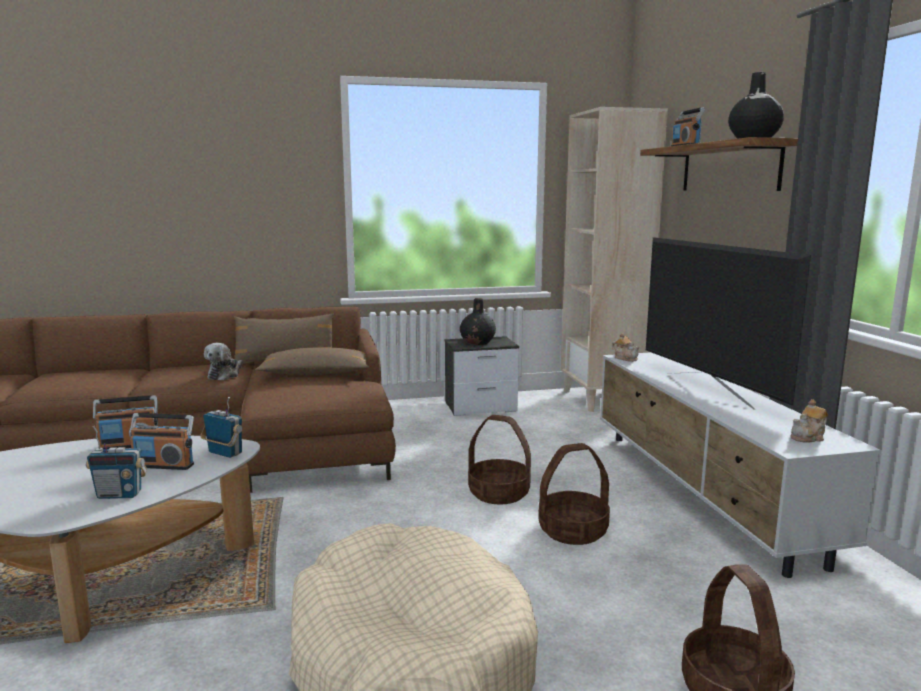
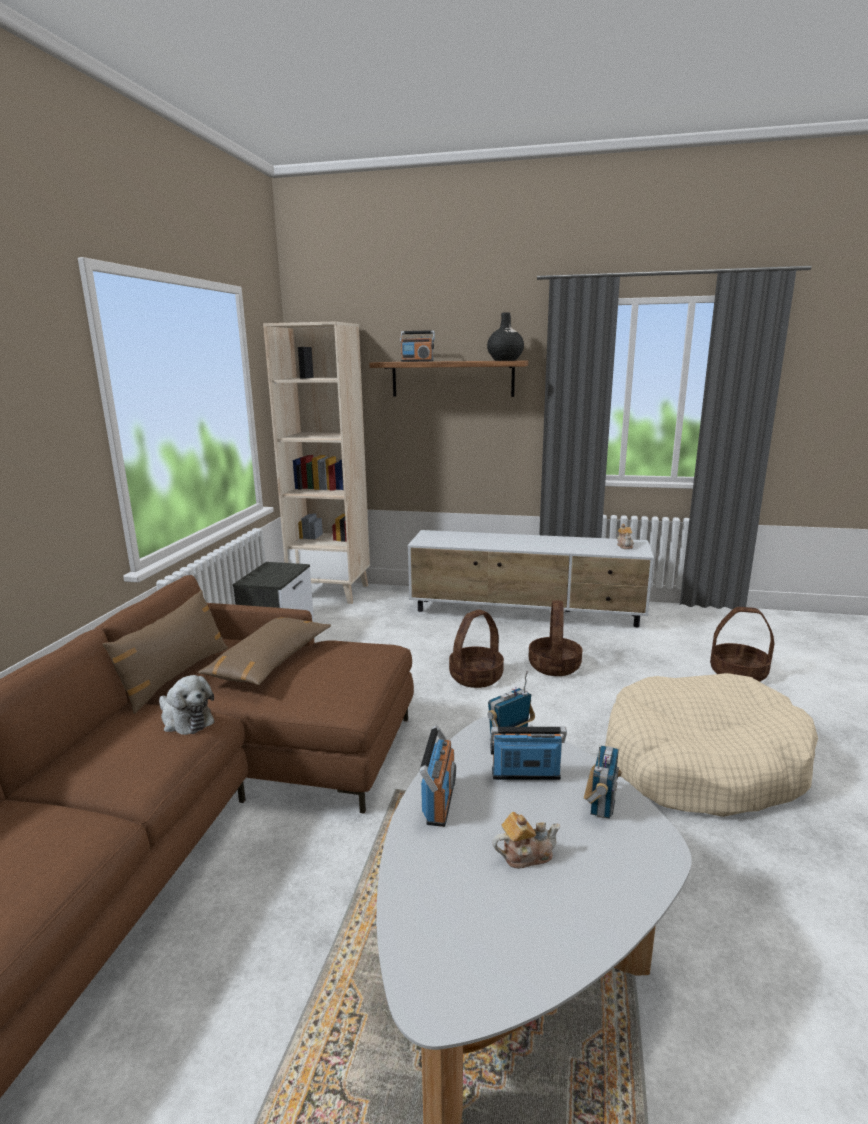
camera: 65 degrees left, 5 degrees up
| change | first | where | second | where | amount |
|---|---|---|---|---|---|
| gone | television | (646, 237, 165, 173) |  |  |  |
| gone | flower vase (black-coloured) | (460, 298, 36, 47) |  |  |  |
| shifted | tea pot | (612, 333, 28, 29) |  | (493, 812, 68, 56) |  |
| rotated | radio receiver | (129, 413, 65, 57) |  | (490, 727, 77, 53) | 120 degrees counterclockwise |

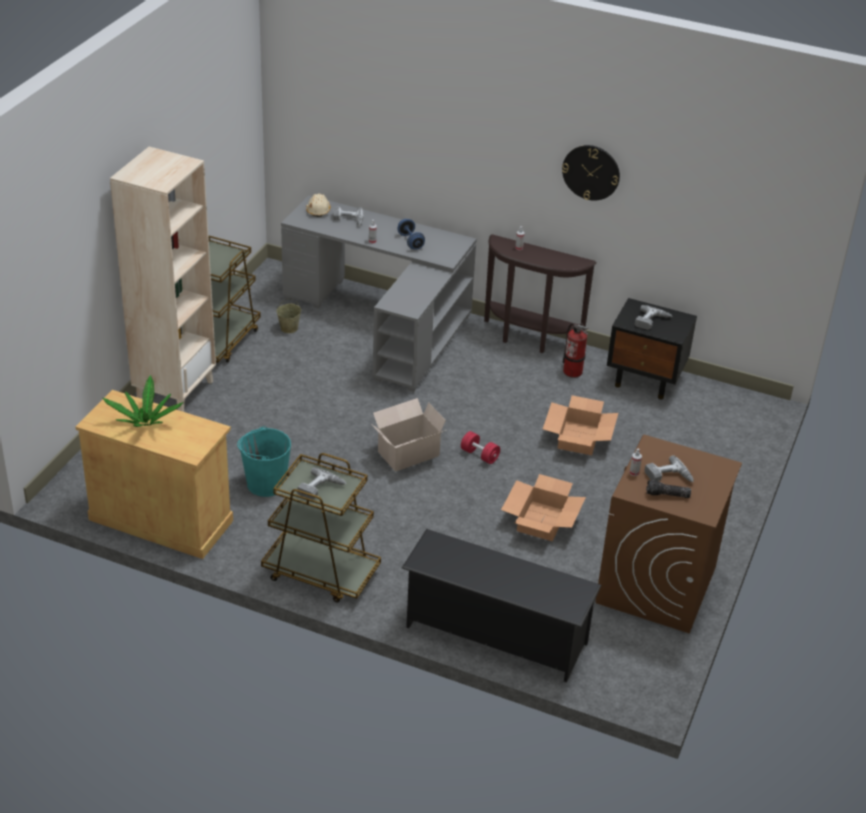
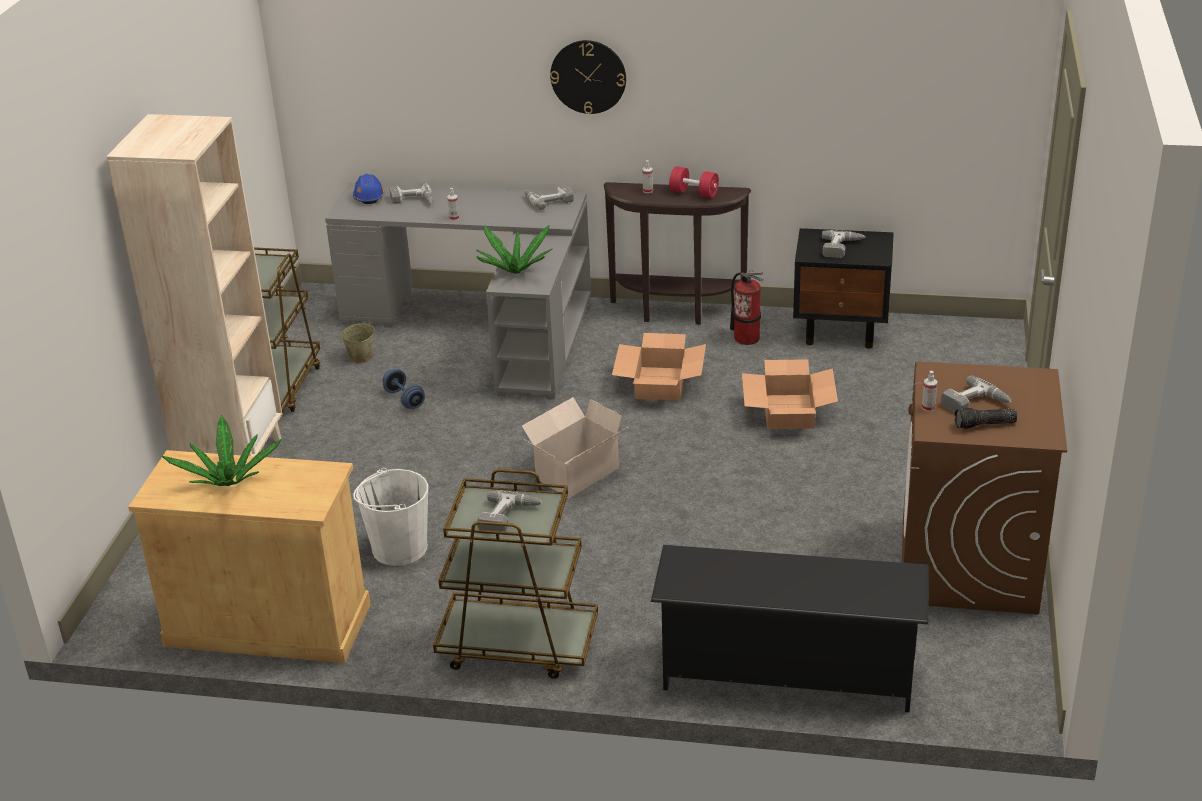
camera: 10 degrees left, 5 degrees down
| change | first | where | second | where | amount |
|---|---|---|---|---|---|
| shifted | wall clock | (562, 145, 58, 56) |  | (550, 40, 76, 74) |  |
| repainted | hard hat (beige-coloured) | (306, 193, 24, 24) | hard hat (blue-coloured) | (353, 174, 32, 30) |  |
| shifted | free weight (blue-coloured) | (397, 219, 28, 31) |  | (383, 369, 42, 40) |  |
| repainted | water bucket (turquoise-coloured) | (237, 426, 54, 71) | water bucket (white-coloured) | (353, 468, 75, 98) |  |
| shifted | free weight (reddish) | (461, 431, 39, 33) |  | (669, 166, 50, 32) |  |
| shifted | carton | (501, 474, 85, 67) |  | (612, 333, 94, 67) |  |
| new |  |  | power drill | (524, 185, 50, 25) |  |
| new |  |  | houseplant | (476, 225, 76, 49) |  |

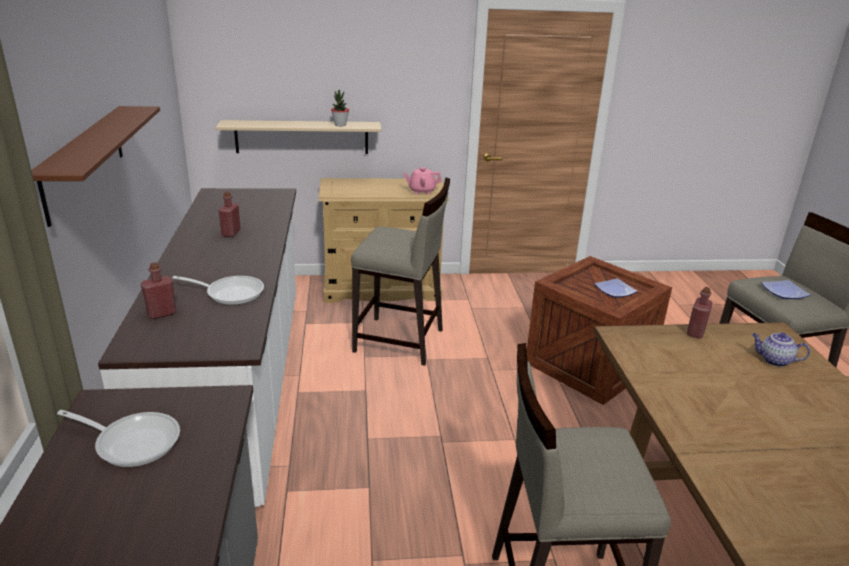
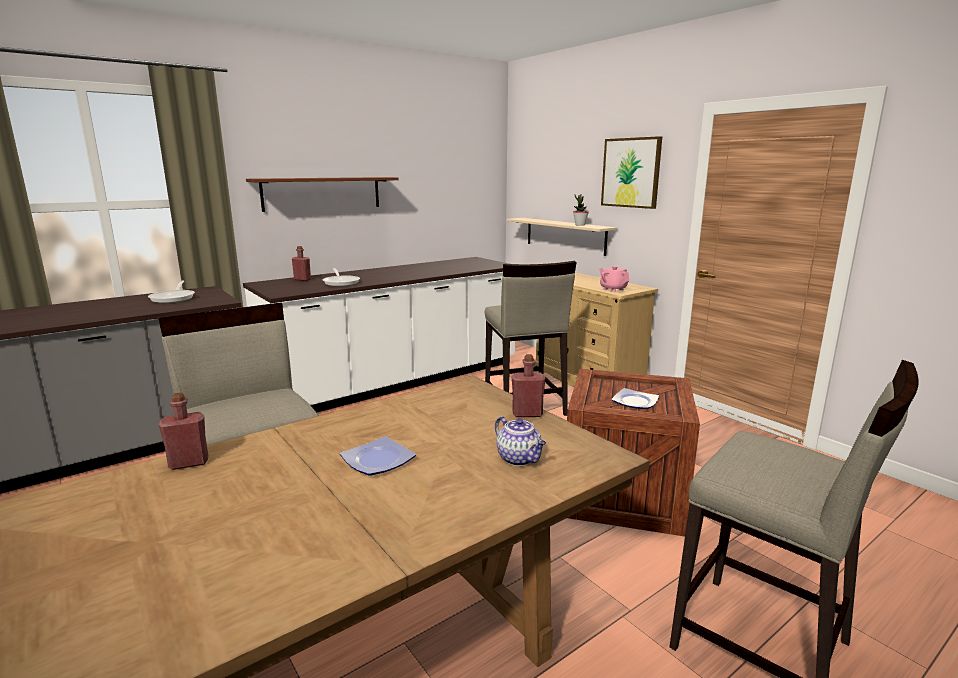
camera: 60 degrees right, 10 degrees down
| change | first | where | second | where | amount |
|---|---|---|---|---|---|
| shifted | drink bottle (reddish) | (219, 191, 22, 46) |  | (159, 392, 49, 78) |  |
| shifted | dinner plate | (761, 280, 50, 19) |  | (340, 436, 76, 40) |  |
| rotated | tea pot | (752, 333, 58, 34) |  | (495, 416, 51, 50) | 150 degrees clockwise |
| new |  |  | picture | (601, 136, 61, 73) |  |

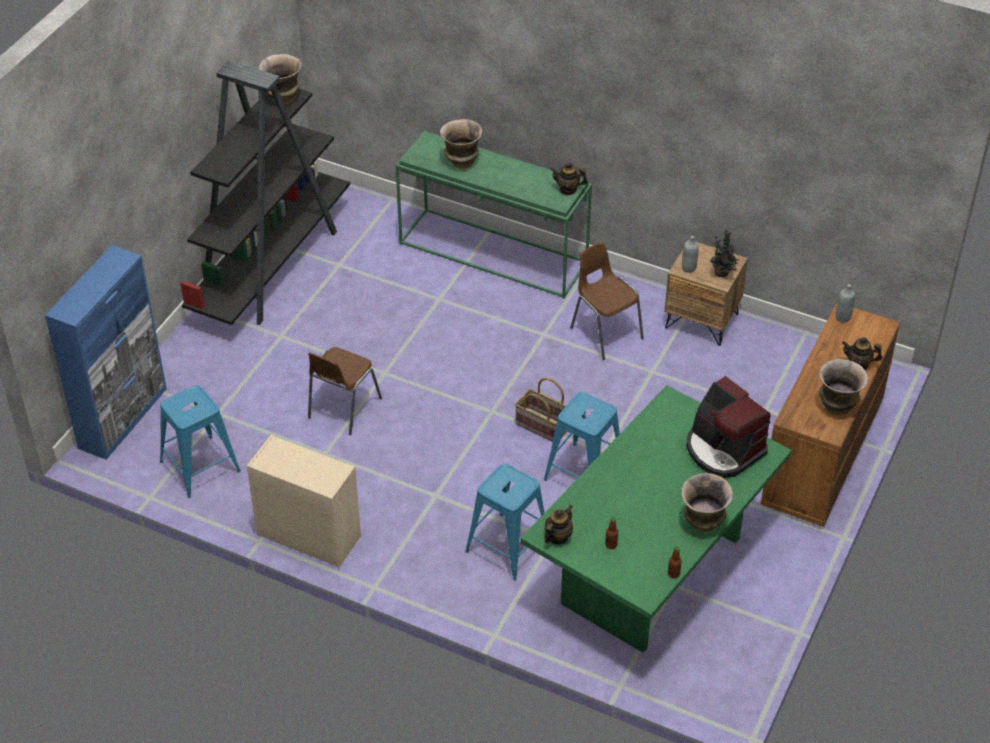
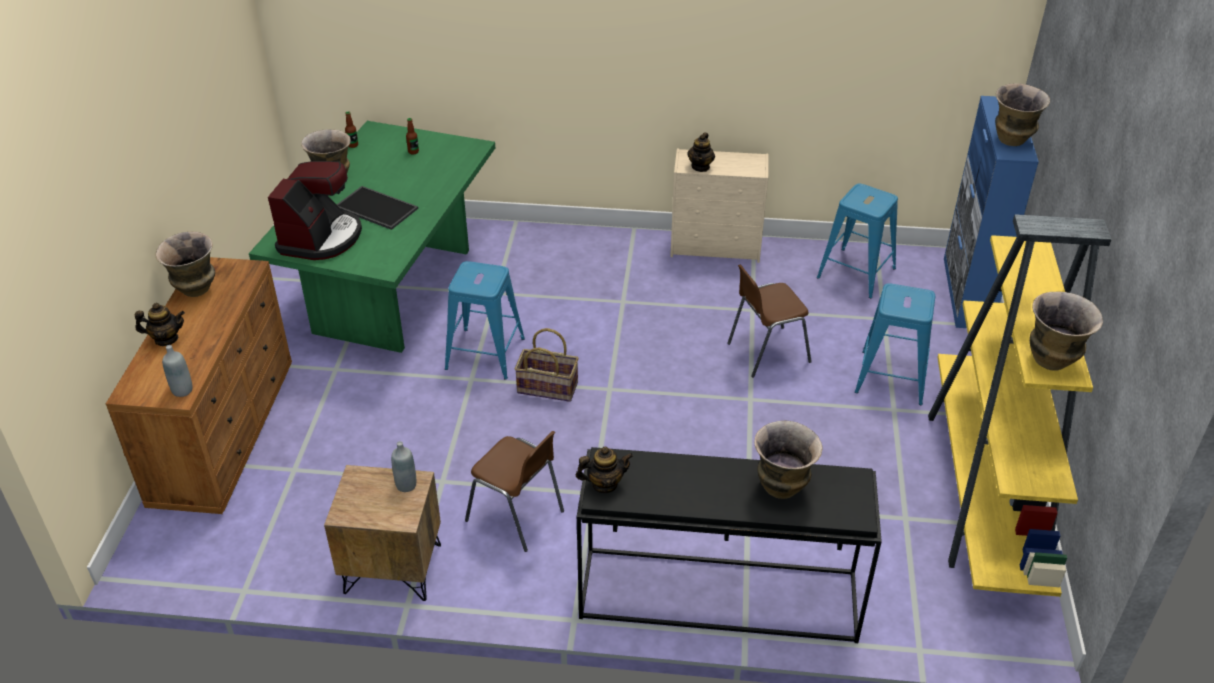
camera: 160 degrees right, 5 degrees down
| change | first | where | second | where | amount |
|---|---|---|---|---|---|
| repainted | bookcase (black-coloured) | (181, 60, 169, 265) | bookcase (yellowish) | (928, 214, 184, 383) |  |
| repainted | narrow table (green-coloured) | (395, 131, 197, 168) | narrow table (black-coloured) | (577, 447, 305, 196) |  |
| gone | houseplant | (710, 229, 29, 48) |  |  |  |
| rotated | upright chair (brown) | (308, 347, 74, 88) |  | (727, 264, 85, 113) | 120 degrees counterclockwise |
| rotated | coffee brewer | (686, 376, 85, 102) |  | (268, 161, 94, 99) | 75 degrees clockwise |
| shifted | stool (blue-coloured) | (465, 463, 80, 118) |  | (855, 283, 80, 122) |  |
| shifted | tea pot | (545, 505, 28, 39) |  | (687, 133, 28, 39) |  |
| new |  |  | flower vase | (995, 83, 55, 63) |  |
| new |  |  | tray | (337, 186, 81, 44) |  |

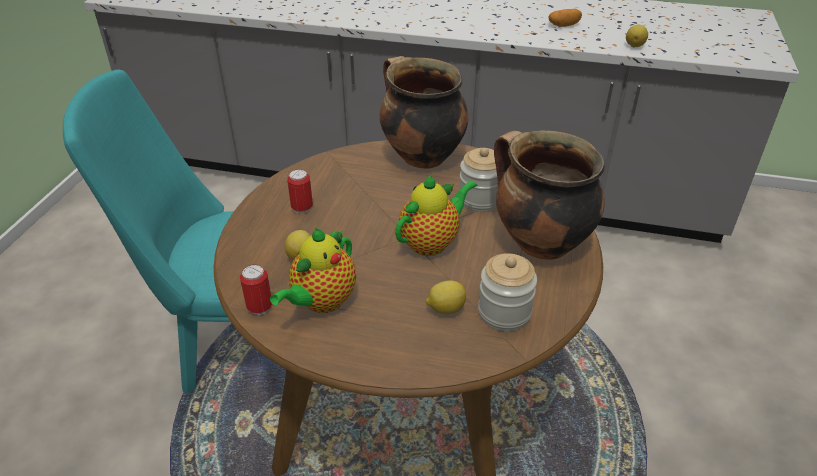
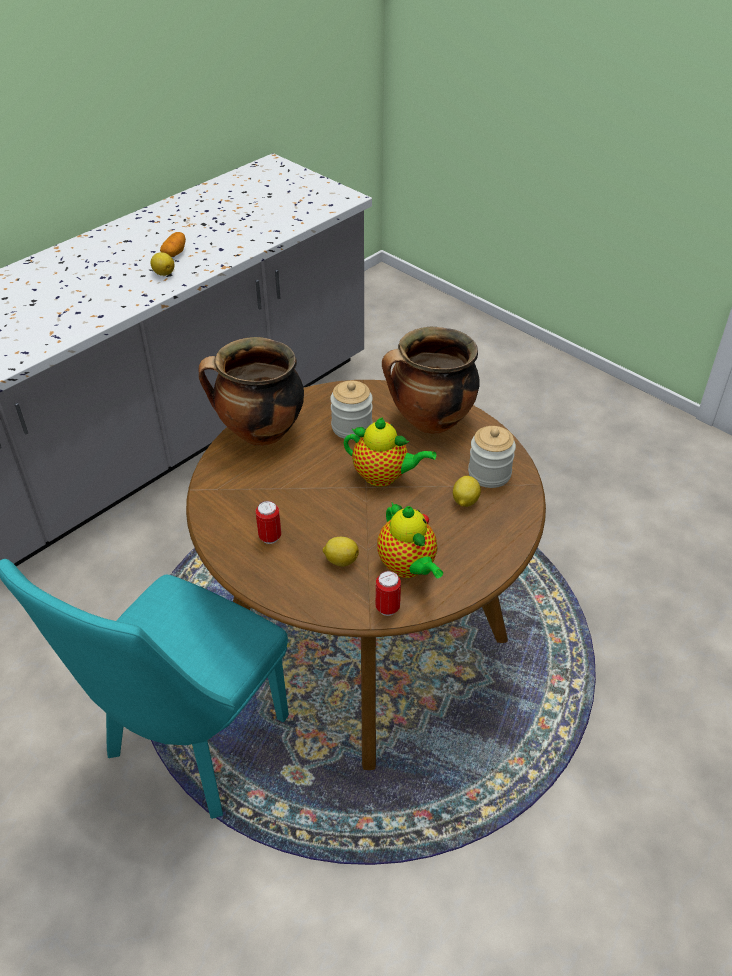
camera: 60 degrees left, 5 degrees up
| change | first | where | second | where | amount |
|---|---|---|---|---|---|
| shifted | lemon | (626, 25, 22, 22) |  | (151, 252, 23, 24) |  |
| rotated | tea pot | (395, 174, 82, 82) |  | (344, 417, 93, 70) | 120 degrees clockwise |

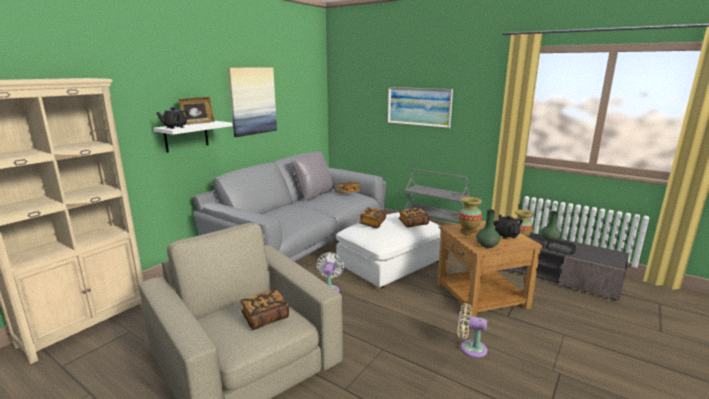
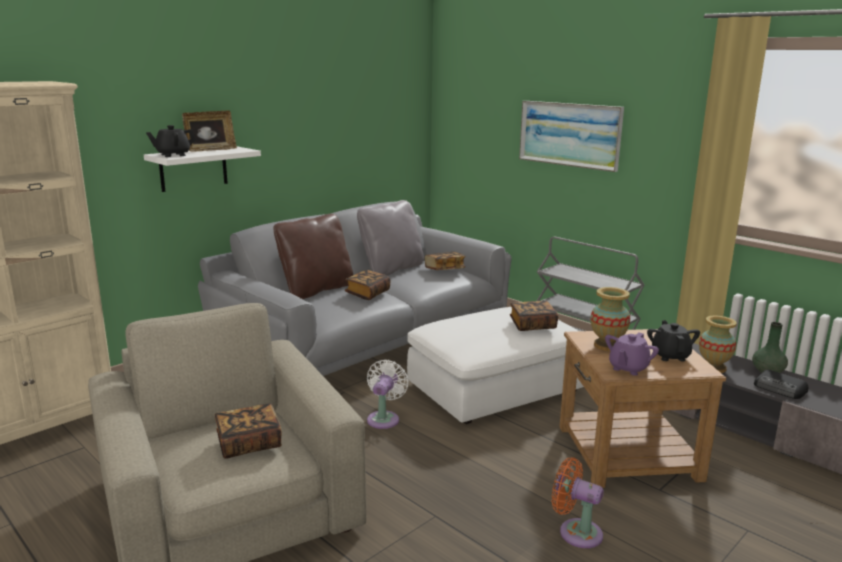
camera: 10 degrees right, 0 degrees up
| change | first | where | second | where | amount |
|---|---|---|---|---|---|
| gone | picture | (228, 68, 49, 69) |  |  |  |
| shifted | bound book | (359, 208, 27, 20) |  | (345, 270, 45, 30) |  |
| swapped | flower vase (green-coloured) | (476, 209, 24, 39) | tea pot (purple-coloured) | (605, 332, 54, 44) |  |
| repainted | electric fan (beige-coloured) | (457, 303, 30, 55) | electric fan (orangey) | (552, 457, 52, 91) |  |
| new |  |  | throw pillow (brown) | (273, 213, 80, 86) |  |

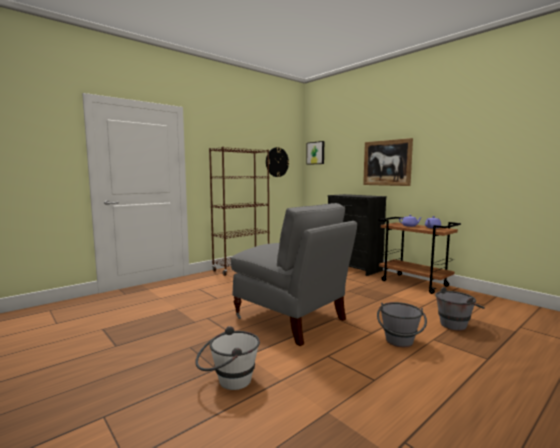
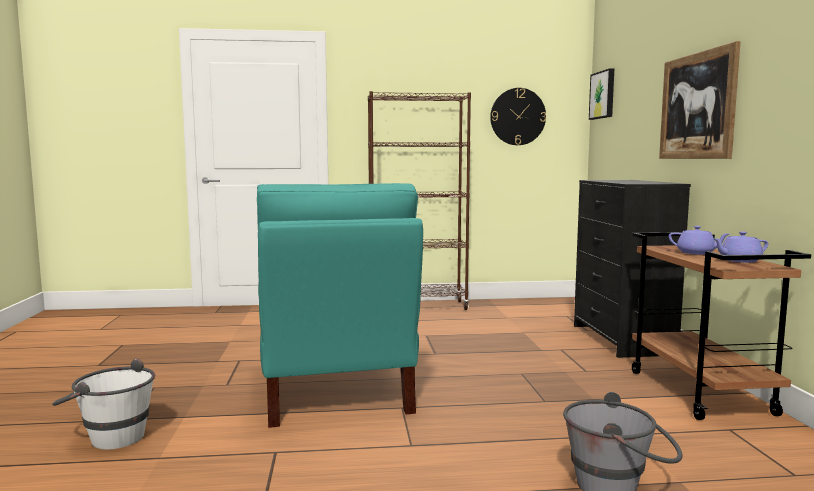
camera: 35 degrees right, 0 degrees up
| change | first | where | second | where | amount |
|---|---|---|---|---|---|
| repainted | upright chair (greyish) | (231, 203, 126, 143) | upright chair (turquoise-coloured) | (257, 183, 166, 245) |  |
| gone | water bucket (greyish) | (377, 302, 50, 45) |  |  |  |

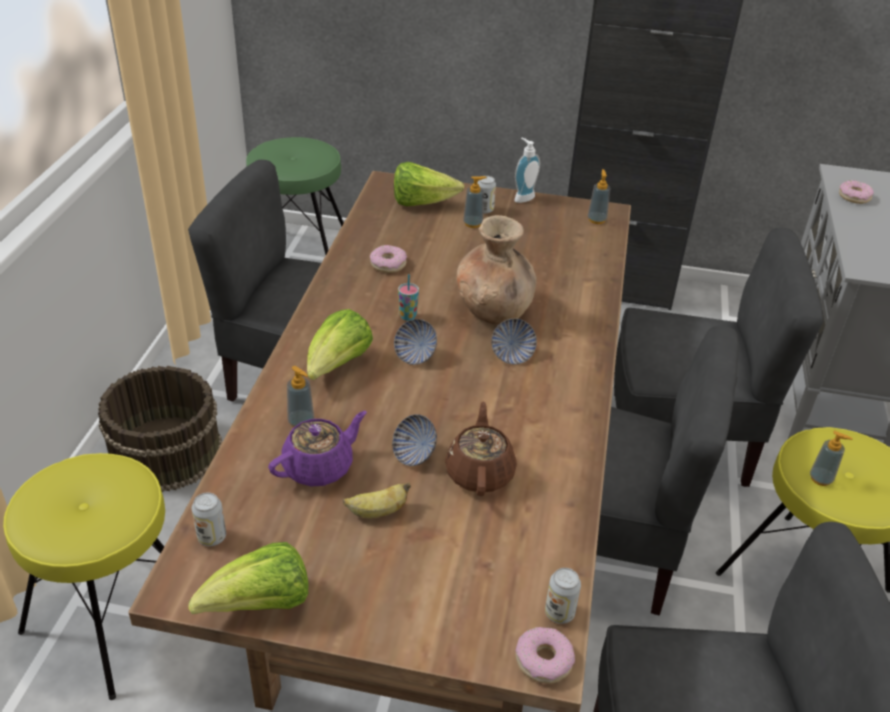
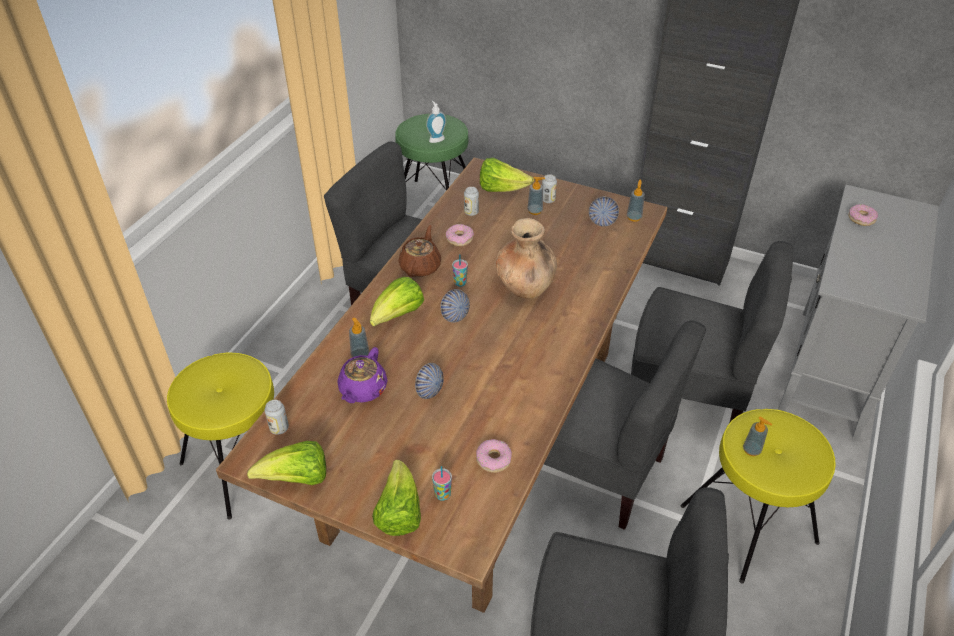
camera: 15 degrees right, 5 degrees up
| change | first | where | second | where | amount |
|---|---|---|---|---|---|
| shifted | soap dispenser | (514, 138, 26, 65) |  | (426, 101, 20, 42) |  |
| shifted | serving bowl | (491, 319, 46, 45) |  | (589, 197, 30, 30) |  |
| gone | water bucket (brown) | (98, 366, 124, 126) |  |  |  |
| shifted | tea pot (brown) | (445, 401, 72, 95) |  | (399, 225, 42, 52) |  |
| rotated | tea pot (purple-coloured) | (268, 411, 99, 75) |  | (338, 347, 50, 56) | 135 degrees clockwise |
| gone | banana | (343, 482, 68, 36) |  |  |  |
| shifted | sealed can | (545, 568, 36, 56) |  | (464, 187, 15, 29) |  |
| shifted | doughnut | (515, 627, 60, 57) |  | (476, 439, 36, 34) |  |
| new |  |  | lettuce | (372, 460, 49, 76) |  |
| new |  |  | cup | (432, 466, 20, 35) |  |

